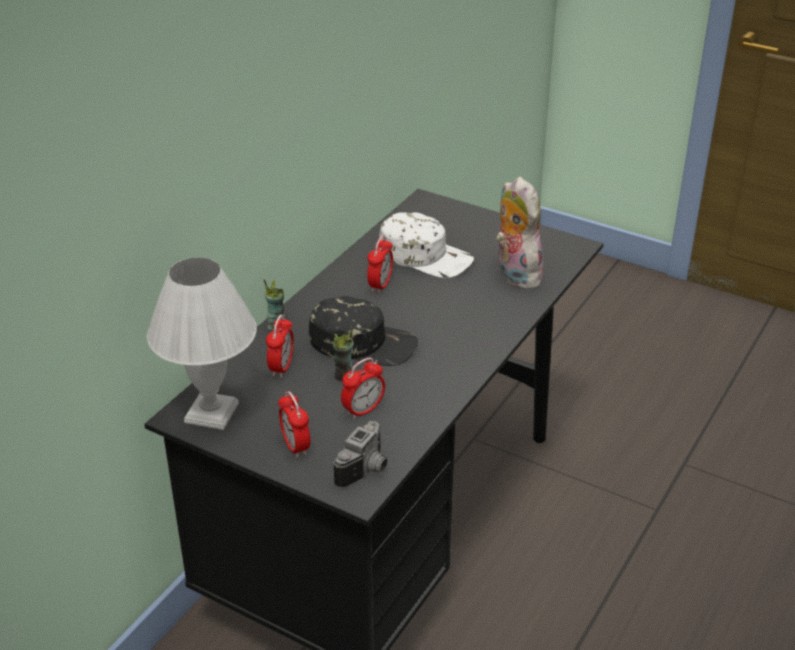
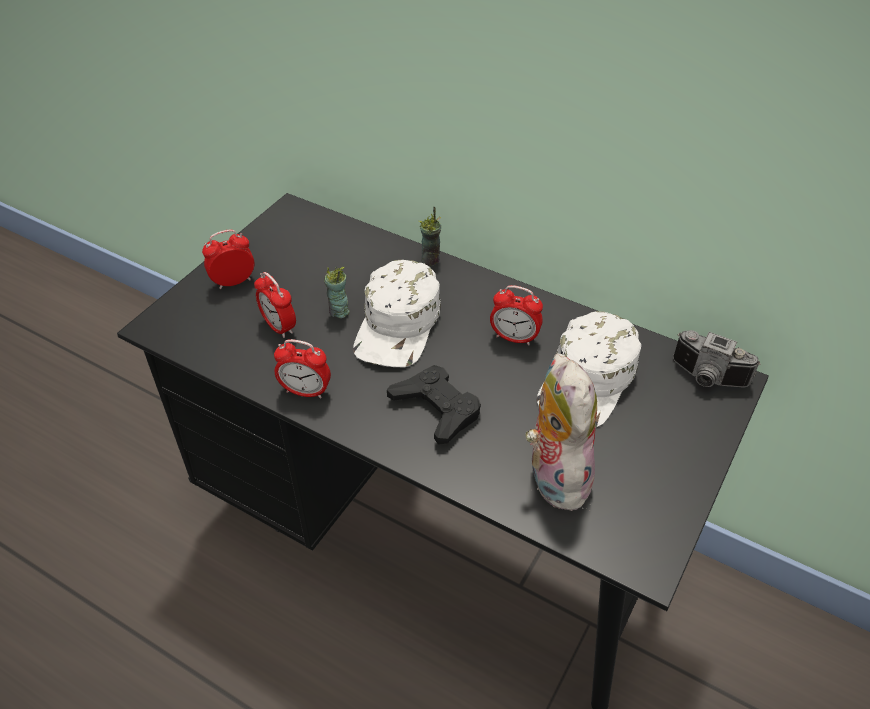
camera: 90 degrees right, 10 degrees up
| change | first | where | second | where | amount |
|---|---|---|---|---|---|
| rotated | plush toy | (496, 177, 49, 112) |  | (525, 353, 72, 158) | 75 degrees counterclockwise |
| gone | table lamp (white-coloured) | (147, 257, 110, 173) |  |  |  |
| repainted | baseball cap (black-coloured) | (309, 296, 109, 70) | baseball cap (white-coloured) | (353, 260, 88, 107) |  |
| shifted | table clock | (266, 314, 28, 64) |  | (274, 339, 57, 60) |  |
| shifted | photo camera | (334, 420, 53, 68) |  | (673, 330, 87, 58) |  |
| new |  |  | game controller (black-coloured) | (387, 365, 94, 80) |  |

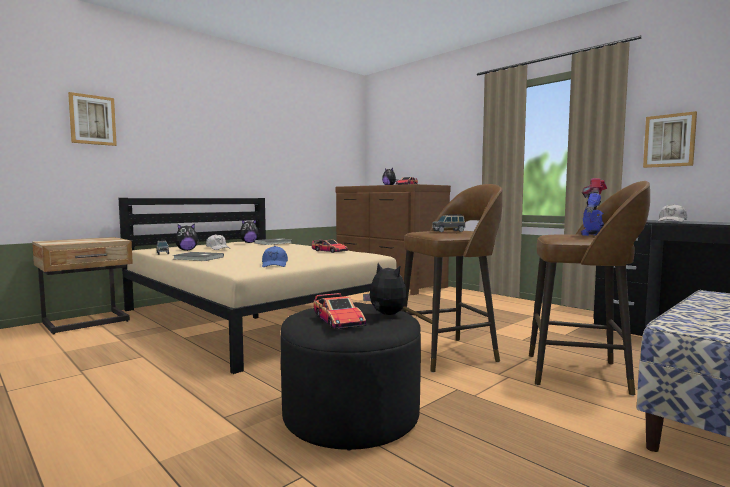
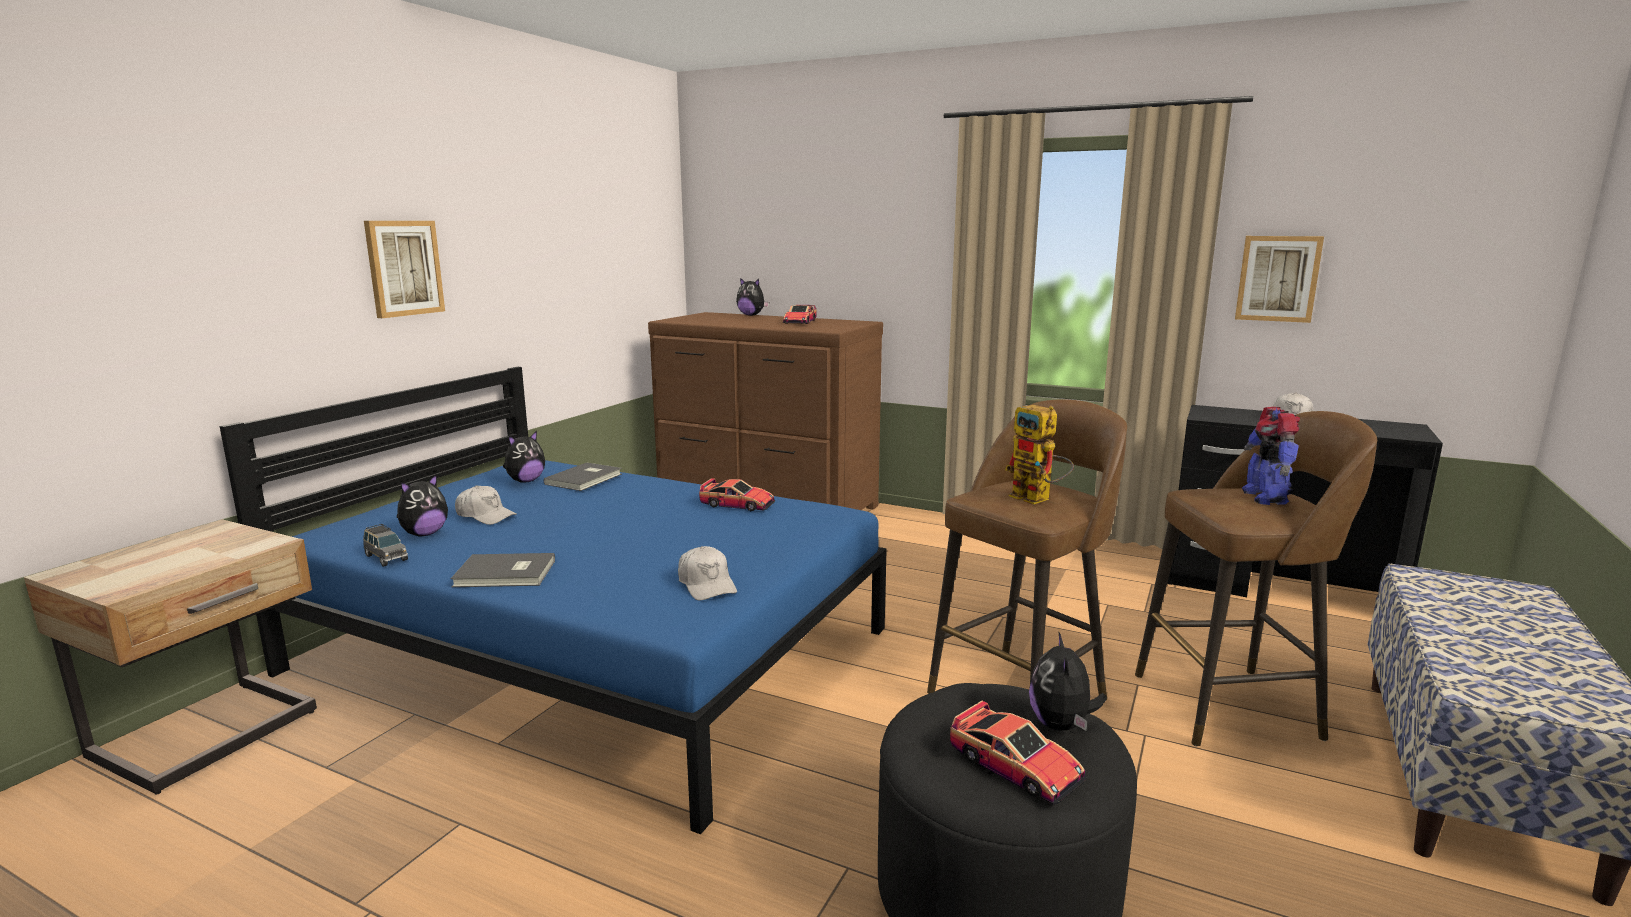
camera: 20 degrees left, 10 degrees up
| change | first | where | second | where | amount |
|---|---|---|---|---|---|
| shifted | picture | (68, 92, 49, 54) |  | (364, 221, 81, 97) |  |
| repainted | sleeping bed (beige-coloured) | (118, 198, 279, 176) | sleeping bed (blue-coloured) | (220, 367, 667, 467) |  |
| swapped | toy car (greyish) | (432, 214, 33, 18) | model robot | (1005, 405, 69, 100) |  |
| repainted | baseball cap (blue-coloured) | (262, 246, 26, 21) | baseball cap (white-coloured) | (678, 546, 59, 55) |  |
| rotated | plush toy | (363, 263, 44, 52) |  | (1029, 631, 78, 100) | 105 degrees counterclockwise |

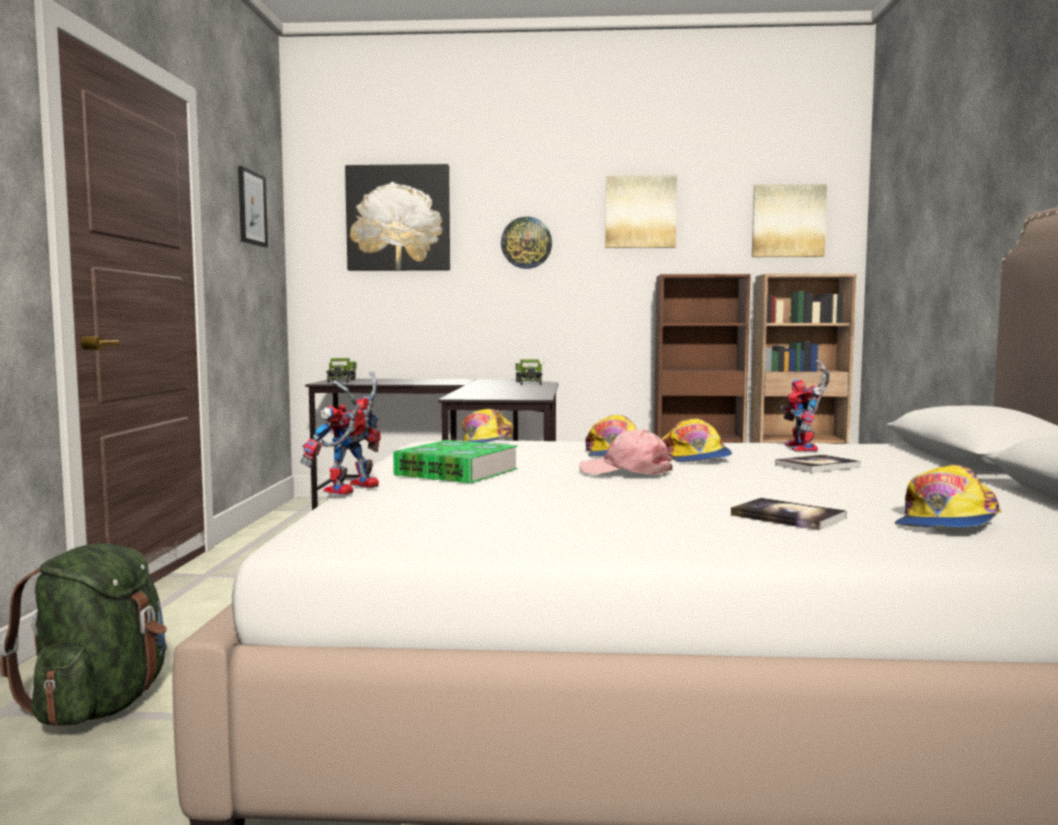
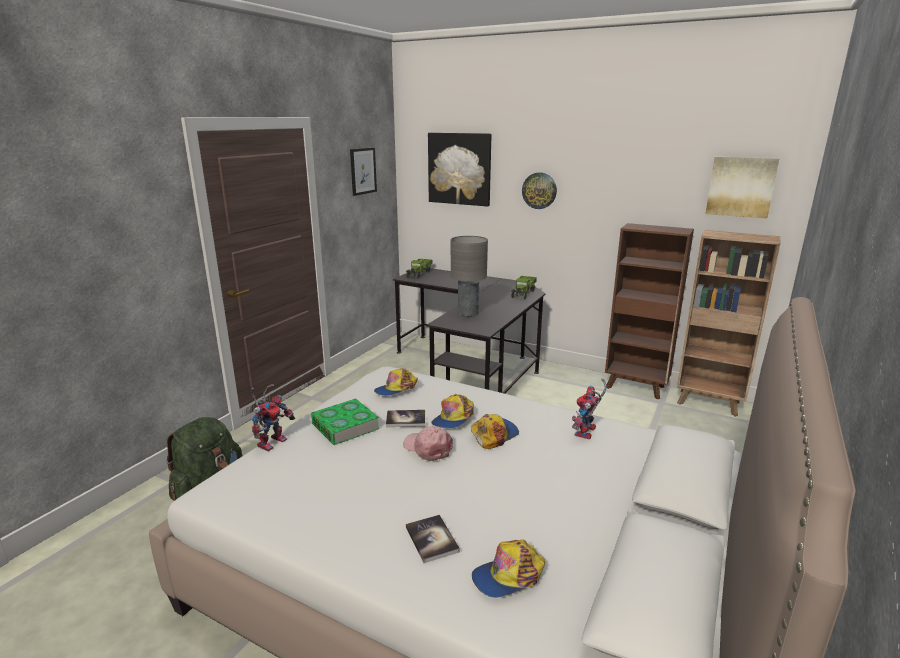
camera: 25 degrees right, 15 degrees up
| change | first | where | second | where | amount |
|---|---|---|---|---|---|
| gone | picture | (605, 175, 72, 73) |  |  |  |
| rotated | model robot | (301, 371, 80, 124) |  | (251, 384, 44, 67) | 150 degrees clockwise |
| rotated | baseball cap | (661, 419, 71, 43) |  | (471, 414, 48, 35) | 150 degrees counterclockwise |
| shifted | bound book | (775, 455, 86, 18) |  | (386, 410, 39, 17) |  |
| new |  |  | table lamp (greyish) | (451, 236, 37, 81) |  |

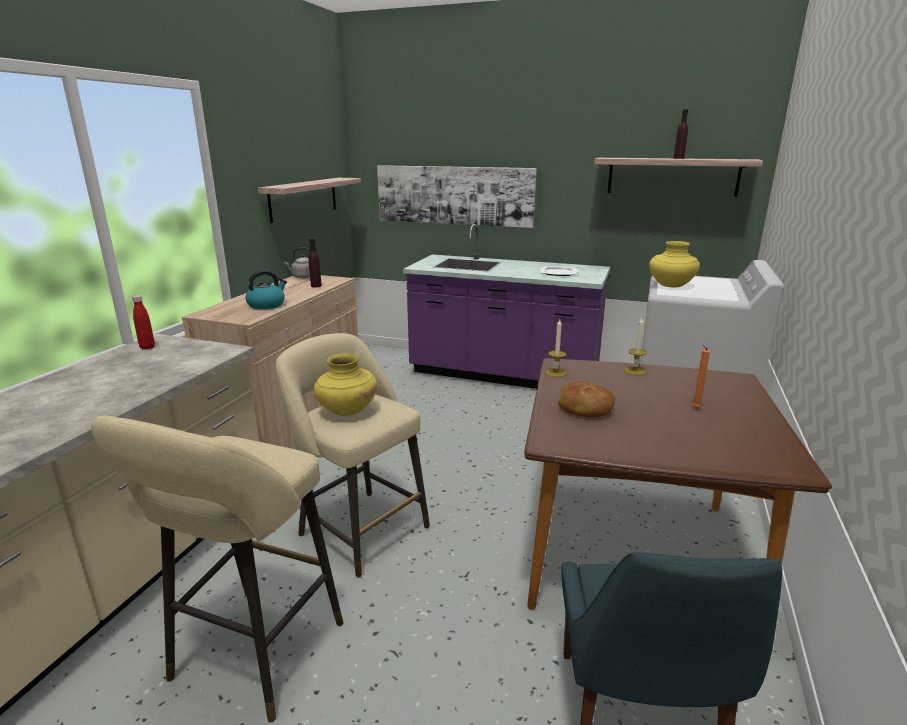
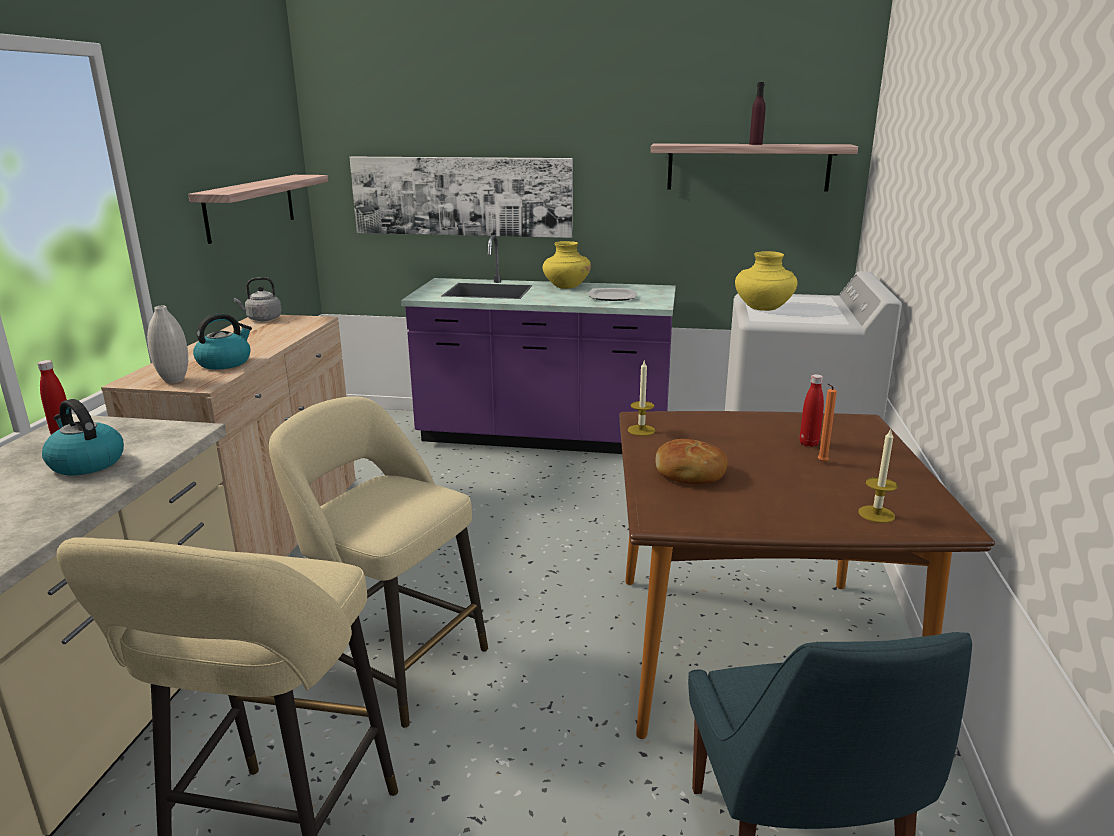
camera: 10 degrees left, 0 degrees up
| change | first | where | second | where | amount |
|---|---|---|---|---|---|
| gone | drink bottle (purple-coloured) | (308, 238, 14, 49) |  |  |  |
| shifted | wax light | (624, 318, 23, 57) |  | (858, 429, 40, 94) |  |
| shifted | flower vase (yellowish) | (314, 353, 63, 63) |  | (542, 241, 49, 48) |  |
| new |  |  | flower vase (white-coloured) | (147, 306, 41, 77) |  |
| new |  |  | drink bottle (reddish) | (800, 374, 24, 73) |  |
| new |  |  | water kettle | (42, 399, 82, 76) |  |

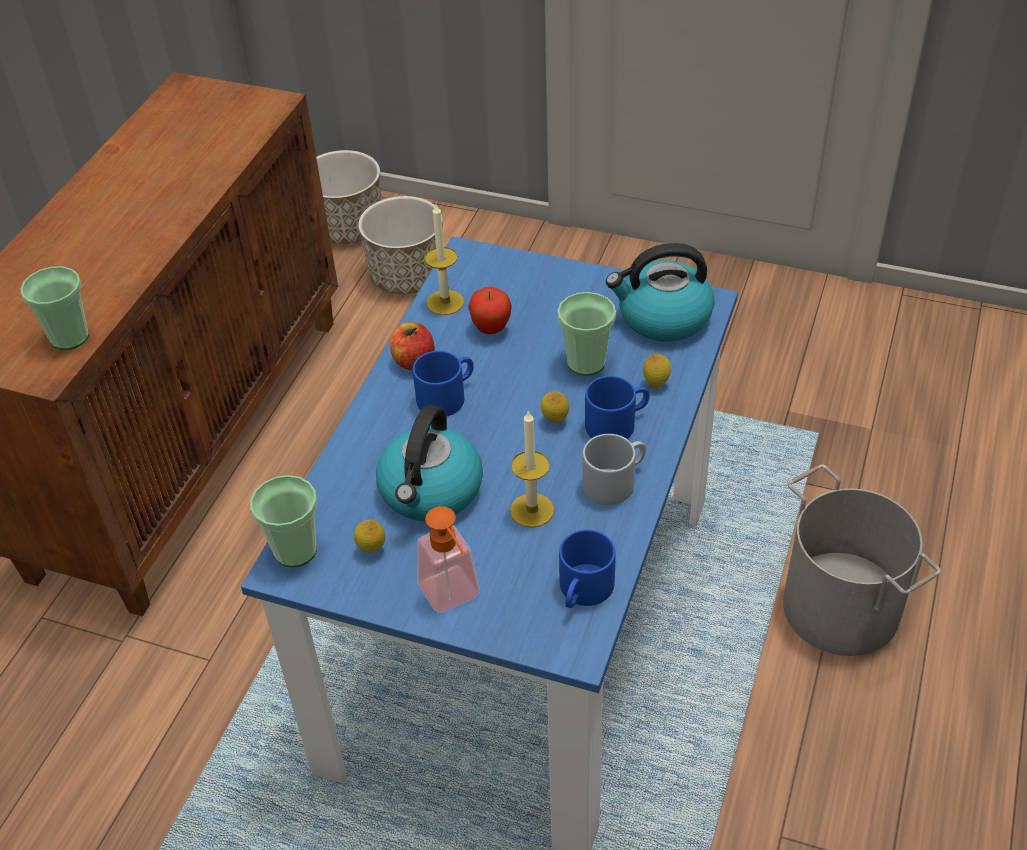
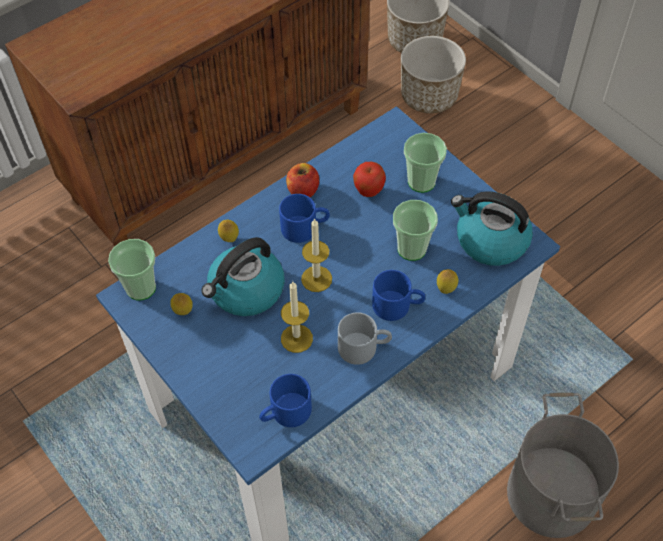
camera: 30 degrees right, 10 degrees up
| change | first | where | second | where | amount |
|---|---|---|---|---|---|
| shifted | wax light | (425, 204, 39, 111) |  | (301, 218, 31, 74) |  |
| shifted | cup | (20, 266, 69, 84) |  | (404, 133, 43, 60) |  |
| shifted | lemon | (541, 392, 28, 31) |  | (218, 219, 21, 23) |  |
| gone | soap dispenser | (417, 506, 63, 107) |  |  |  |

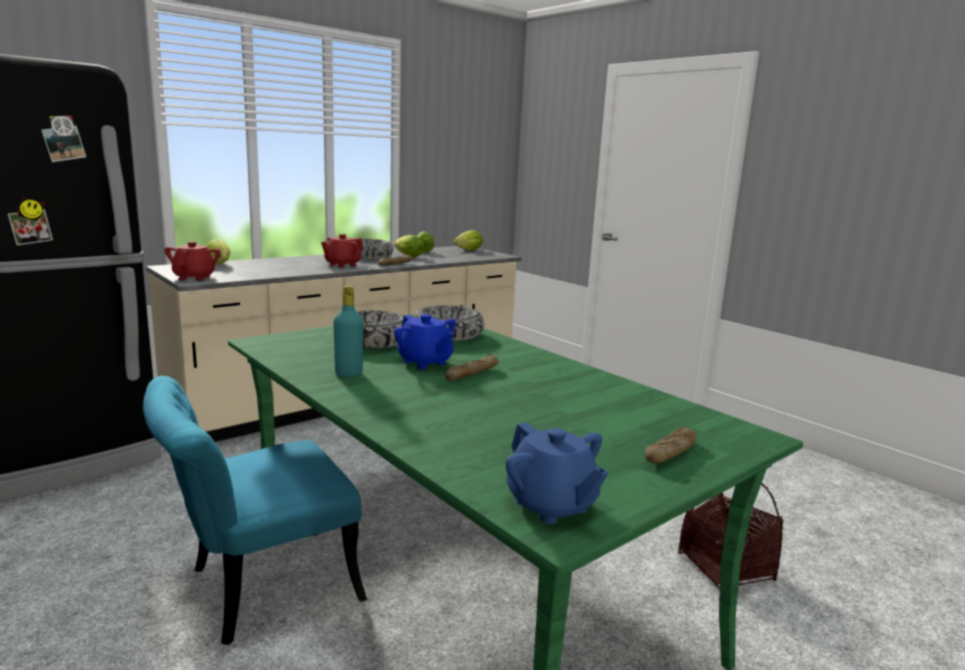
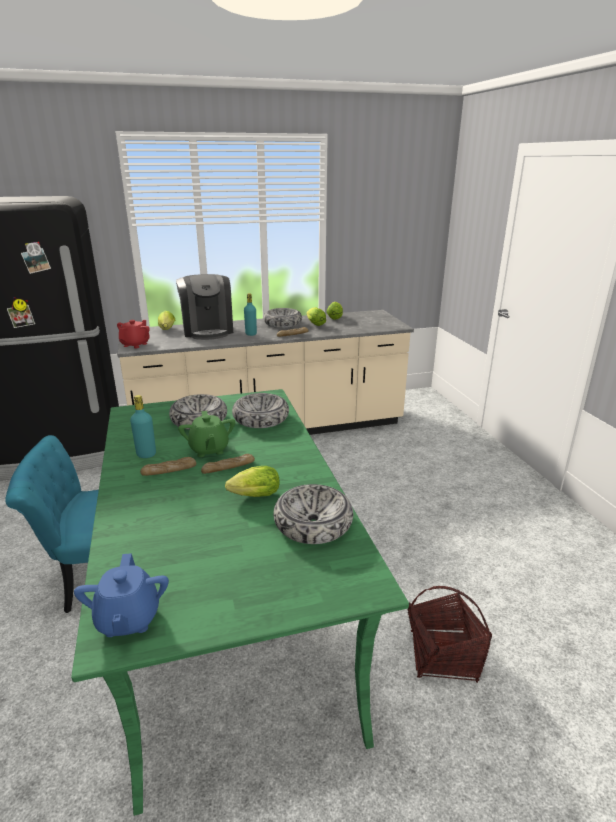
camera: 25 degrees right, 10 degrees up
| change | first | where | second | where | amount |
|---|---|---|---|---|---|
| shifted | lettuce | (454, 230, 29, 20) |  | (225, 466, 54, 31) |  |
| swapped | tea pot (reddish) | (321, 234, 43, 34) | drink bottle (turquoise-coloured) | (244, 293, 13, 43) |  |
| repainted | tea pot (blue-coloured) | (394, 314, 62, 55) | tea pot (green-coloured) | (178, 411, 57, 46) |  |
| shifted | bread | (645, 427, 52, 36) |  | (140, 457, 56, 19) |  |
| new |  |  | coffee brewer | (176, 274, 57, 66) |  |
| new |  |  | serving bowl | (273, 484, 80, 60) |  |

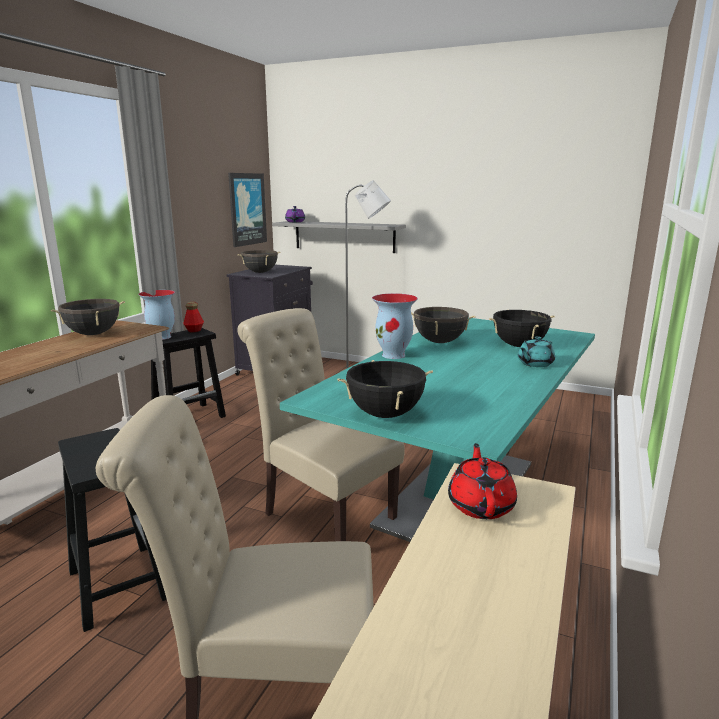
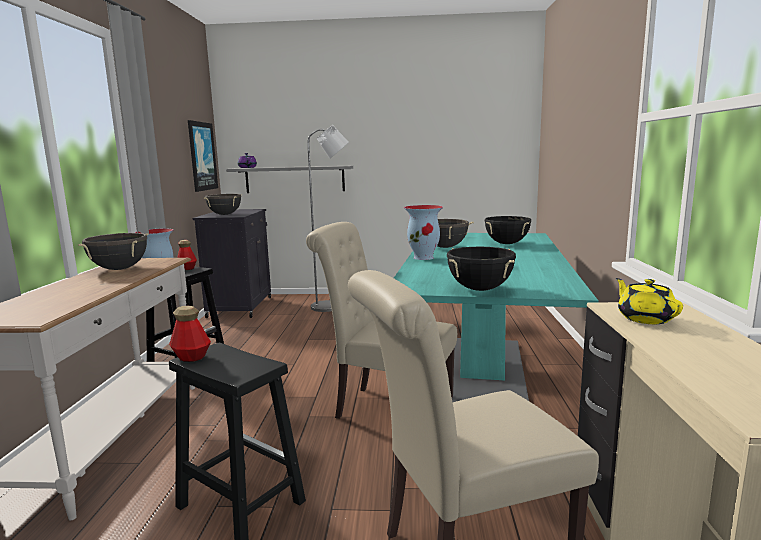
camera: 20 degrees left, 5 degrees down
| change | first | where | second | where | amount |
|---|---|---|---|---|---|
| gone | tea pot (turquoise-coloured) | (518, 336, 37, 31) |  |  |  |
| repainted | tea pot (reddish) | (448, 443, 69, 76) | tea pot (yellowish) | (616, 278, 67, 46) |  |
| new |  |  | drink bottle | (169, 306, 42, 56) |  |

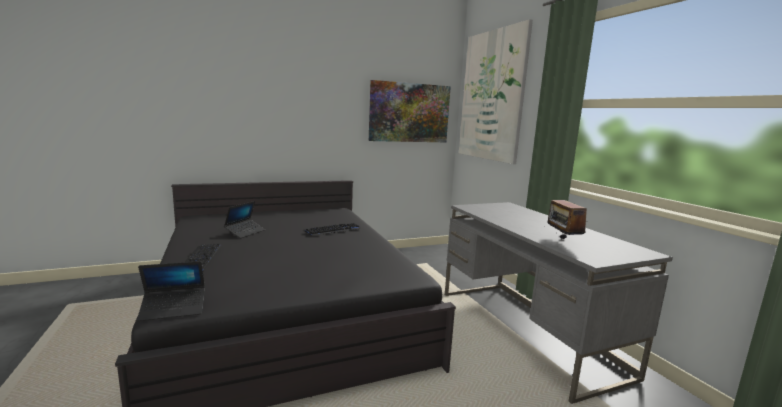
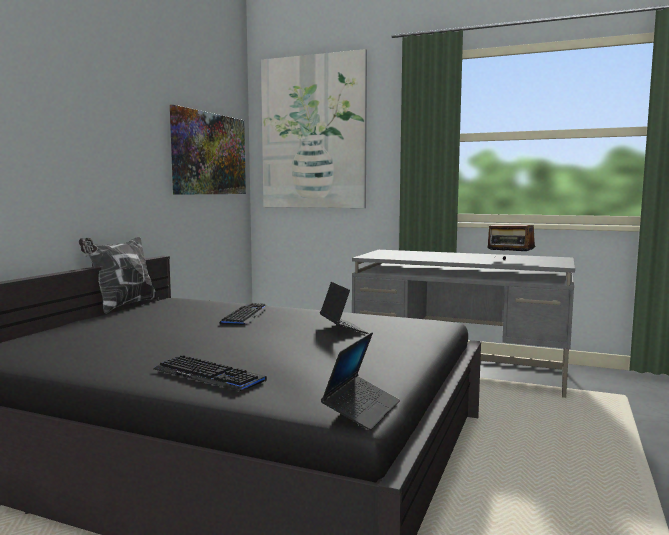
camera: 45 degrees left, 5 degrees down
| change | first | where | second | where | amount |
|---|---|---|---|---|---|
| shifted | portable computer | (224, 201, 41, 37) |  | (320, 282, 48, 52) |  |
| new |  |  | throw pillow | (79, 237, 80, 77) |  |

